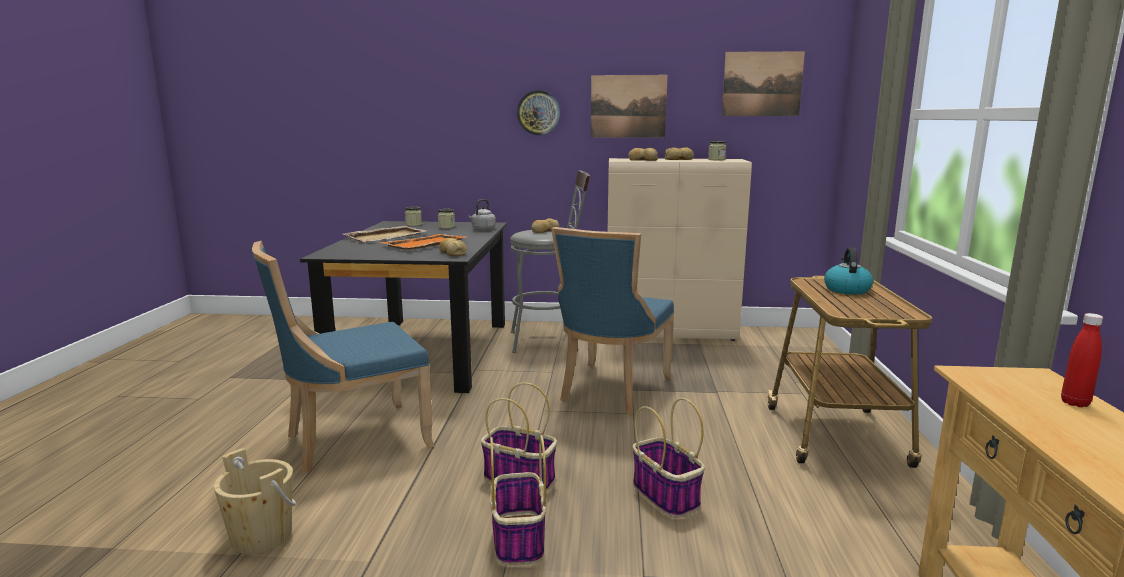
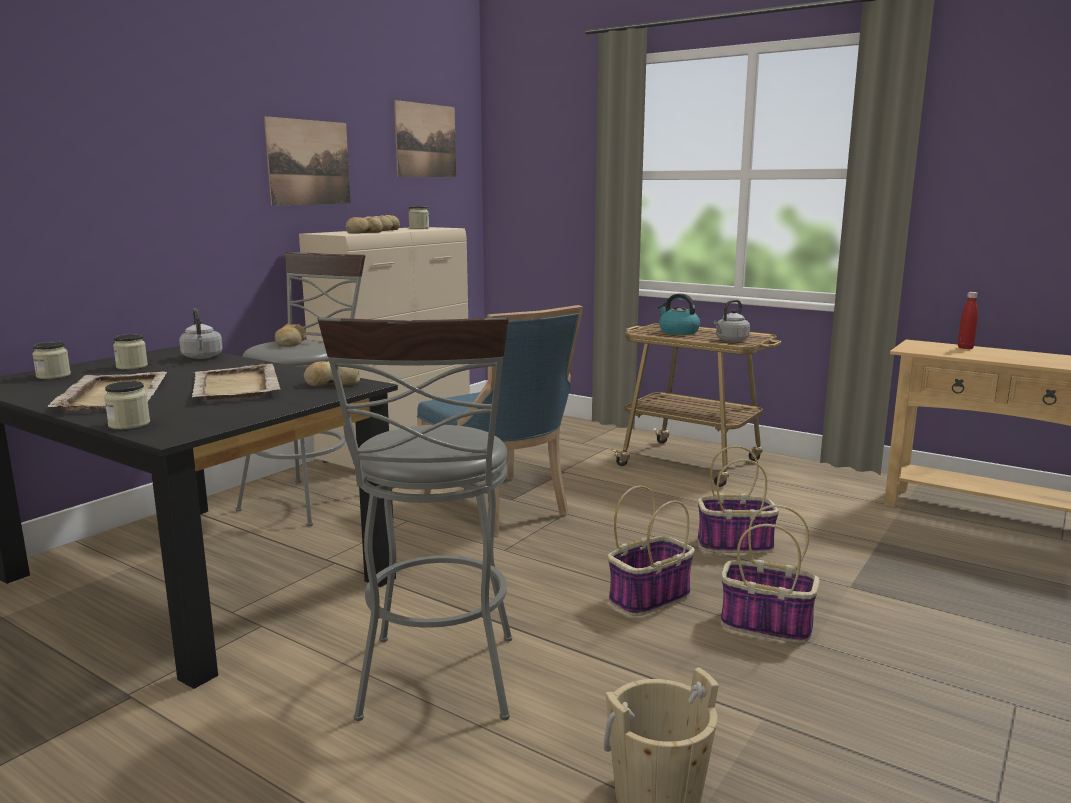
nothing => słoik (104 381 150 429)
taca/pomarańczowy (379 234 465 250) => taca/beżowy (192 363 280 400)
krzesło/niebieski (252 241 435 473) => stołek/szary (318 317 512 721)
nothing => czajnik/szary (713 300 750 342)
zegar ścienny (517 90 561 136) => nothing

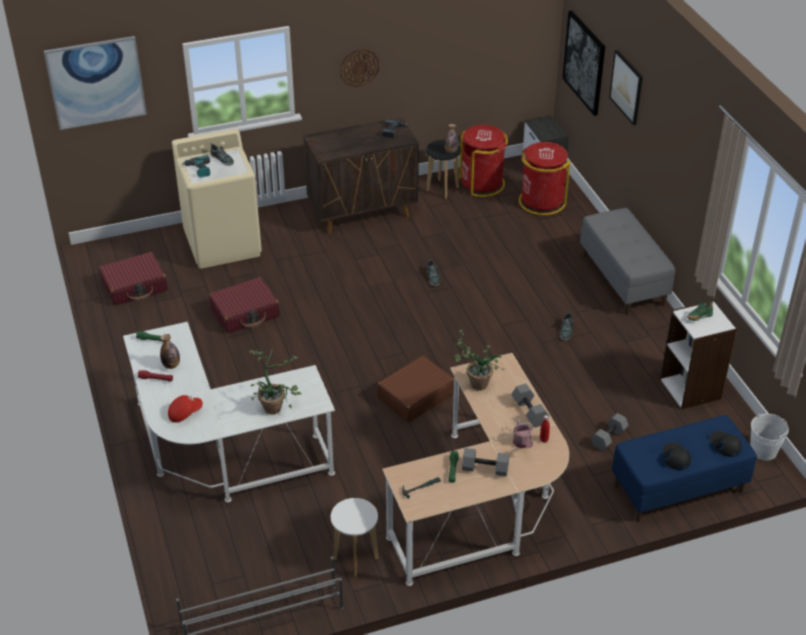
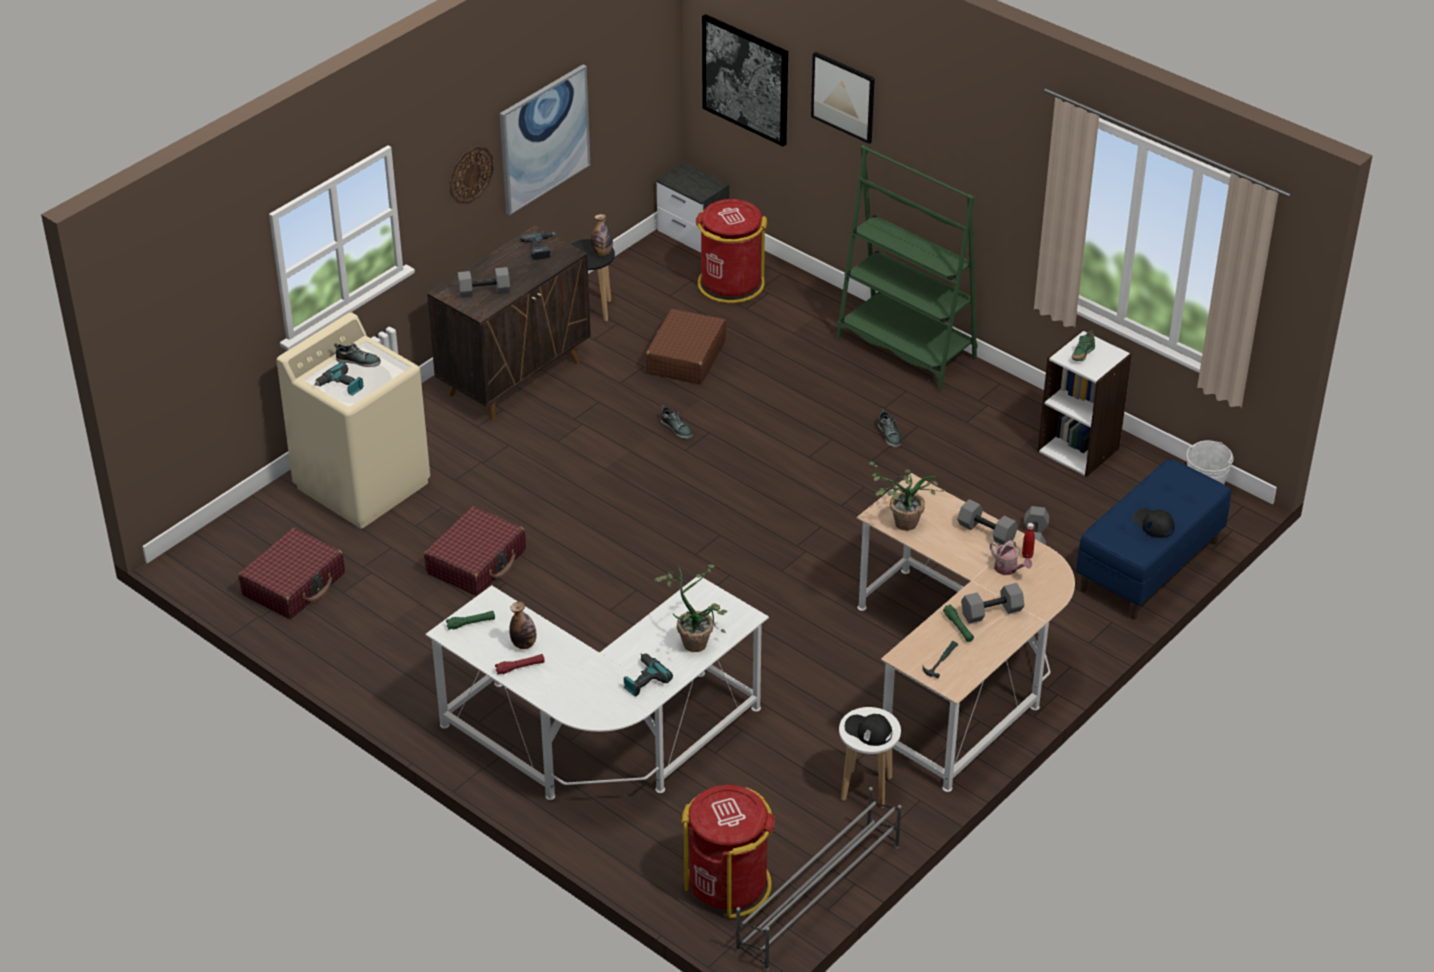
nothing => hantel/szary (458 267 510 298)
obraz (44 36 147 130) => obraz (500 65 590 215), move
nothing => wiertarka (624 653 673 697)
walizka/brązowy (377 356 454 422) => walizka/brązowy (646 309 726 384), move
kosz na śmieci/czerwony (459 125 508 197) => kosz na śmieci/czerwony (681 785 775 918), move
ławka/szary (580 208 675 315) => regał/zielony (836 145 977 391)
czapka z daszkiem/czarny (709 431 742 457) => czapka z daszkiem/czarny (845 714 892 746), move
czapka z daszkiem/czerwony (168 395 203 423) => nothing

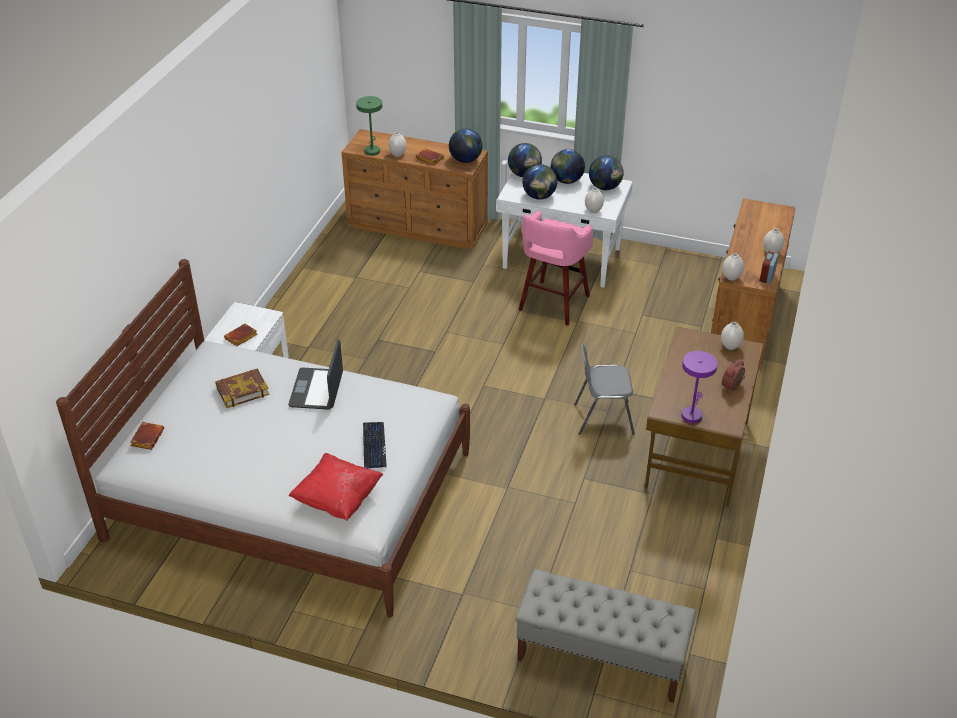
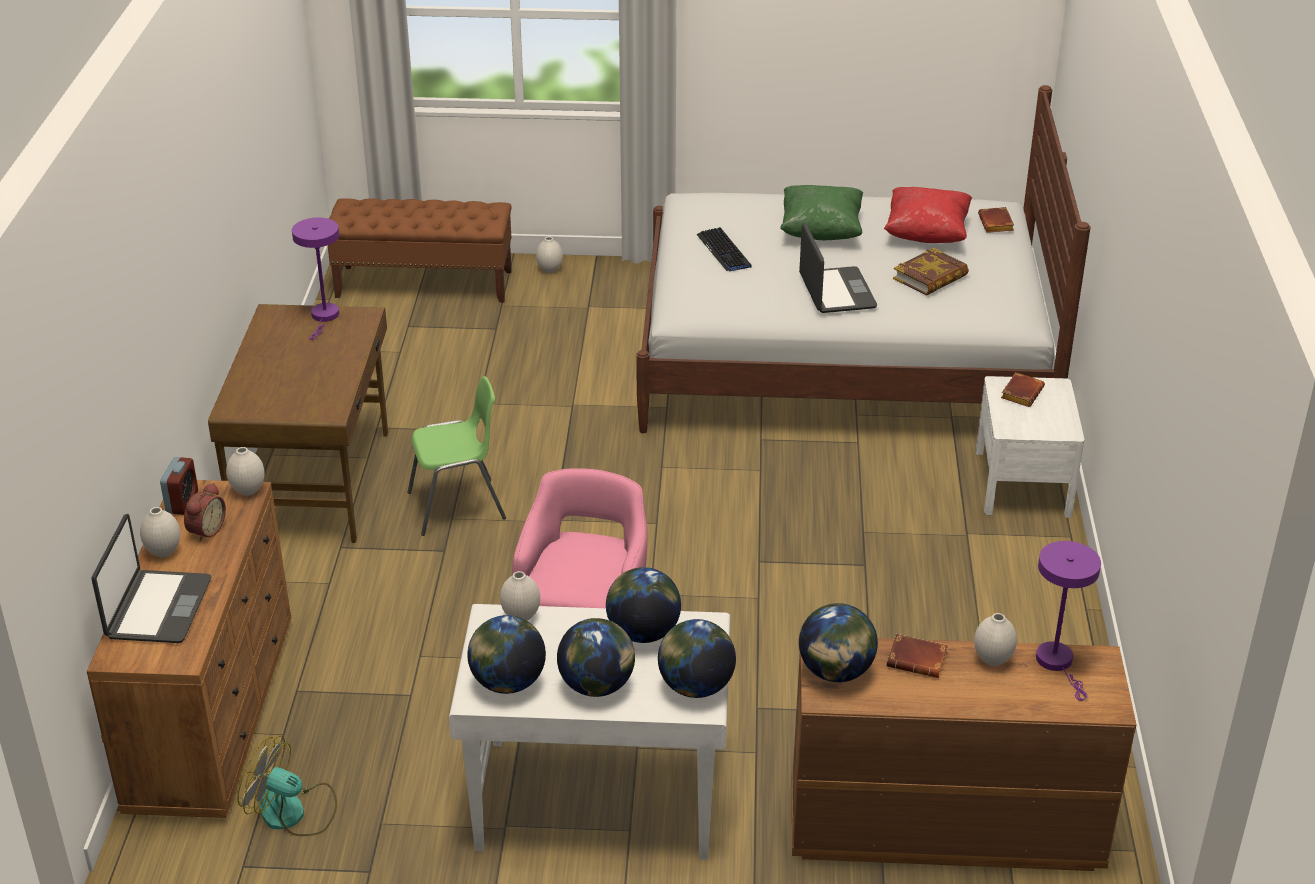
nothing => laptop (92 514 211 643)
budzik (722 359 745 391) => budzik (184 483 226 542), move
nothing => wentylator (237 735 337 836)
ławka/szary (516 569 696 703) => ławka/brązowy (328 198 512 303)
krzesło/szary (574 344 635 435) => krzesło/zielony (407 376 506 536)
wazon/biały (721 322 744 350) => wazon/biały (536 236 563 273), move
nothing => poduszka/zielony (780 185 863 240)
poduszka/czerwony (288 453 383 521) => poduszka/czerwony (884 187 972 243), move
lampa stołowa/zielony (356 96 382 156) => lampa stołowa/fioletowy (1036 541 1101 701)

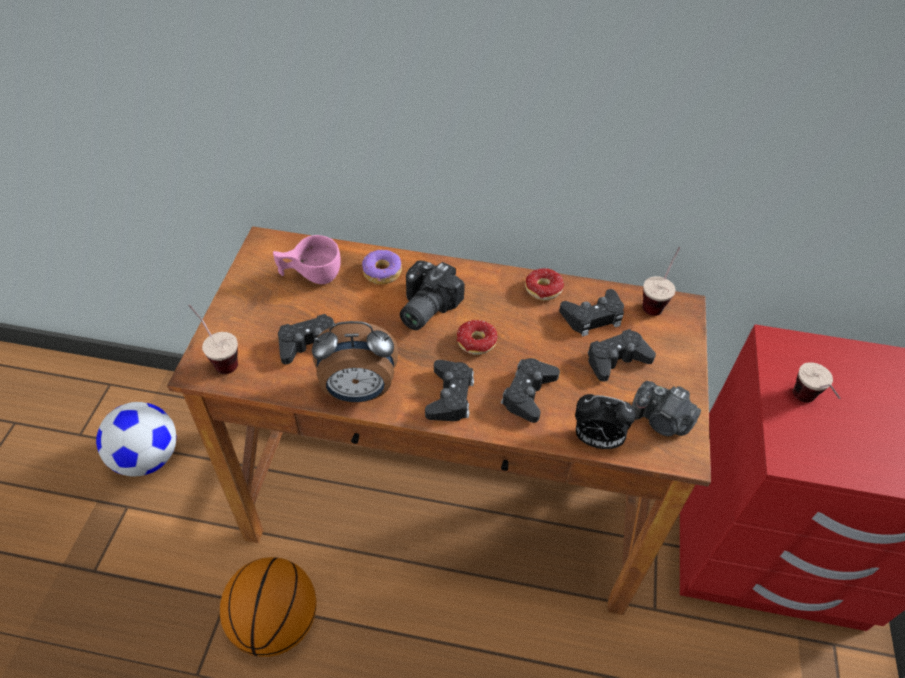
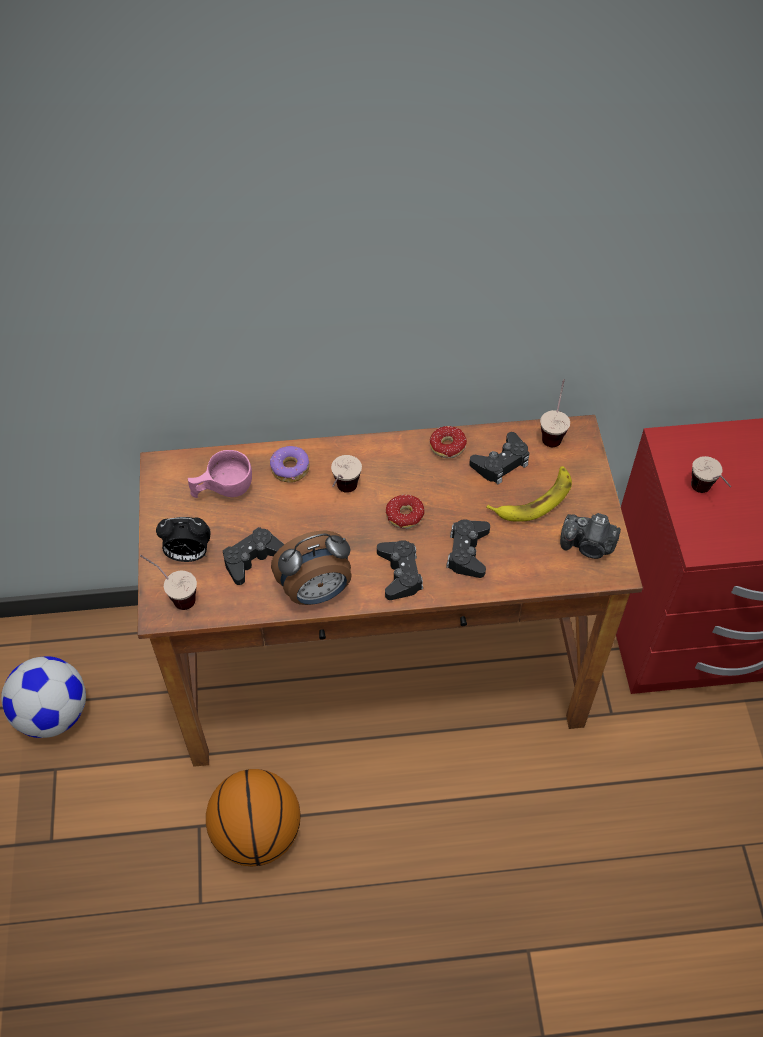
budzik (575 394 636 449) => budzik (156 517 211 562), move
aparat fotograficzny (400 260 465 330) => filiżanka (331 455 362 493)
pad do gier/czarny (588 329 656 382) => banan (486 466 572 522)

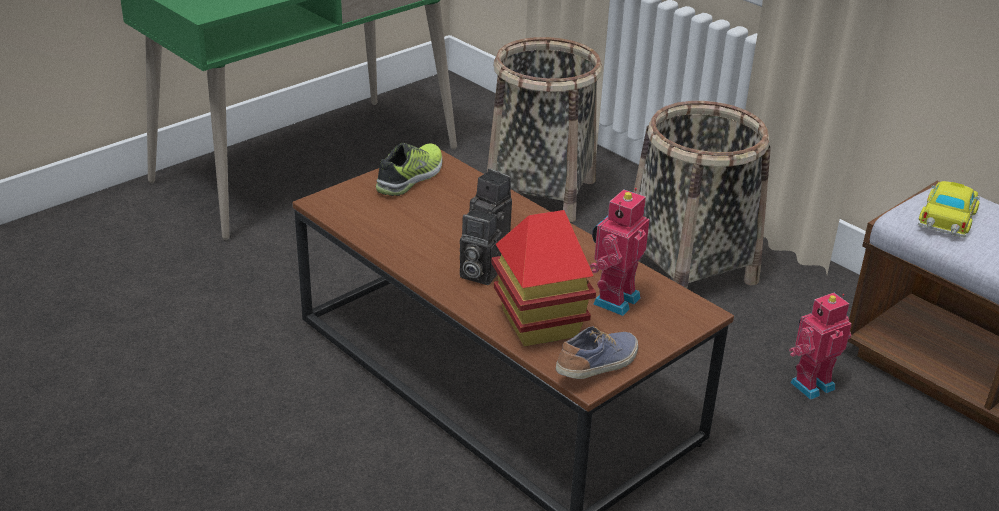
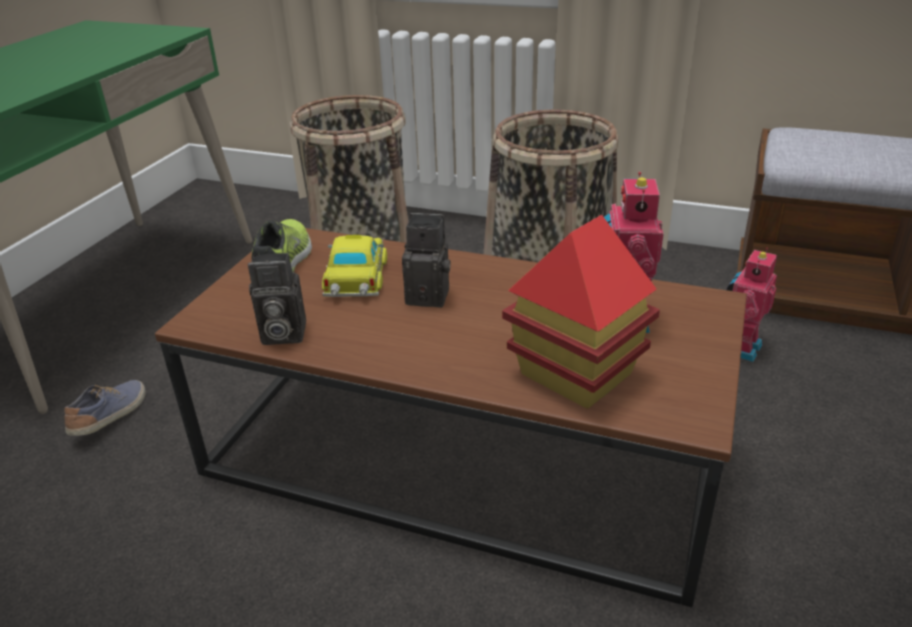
but (556 327 638 379) => but (64 380 146 436), move
aparat fotograficzny (460 209 502 285) => aparat fotograficzny (248 253 306 345), move
samochodzik (918 181 980 237) => samochodzik (322 235 387 297), move

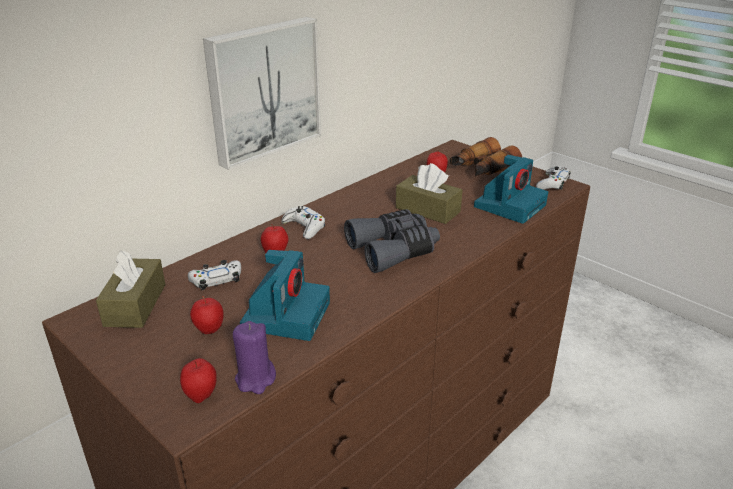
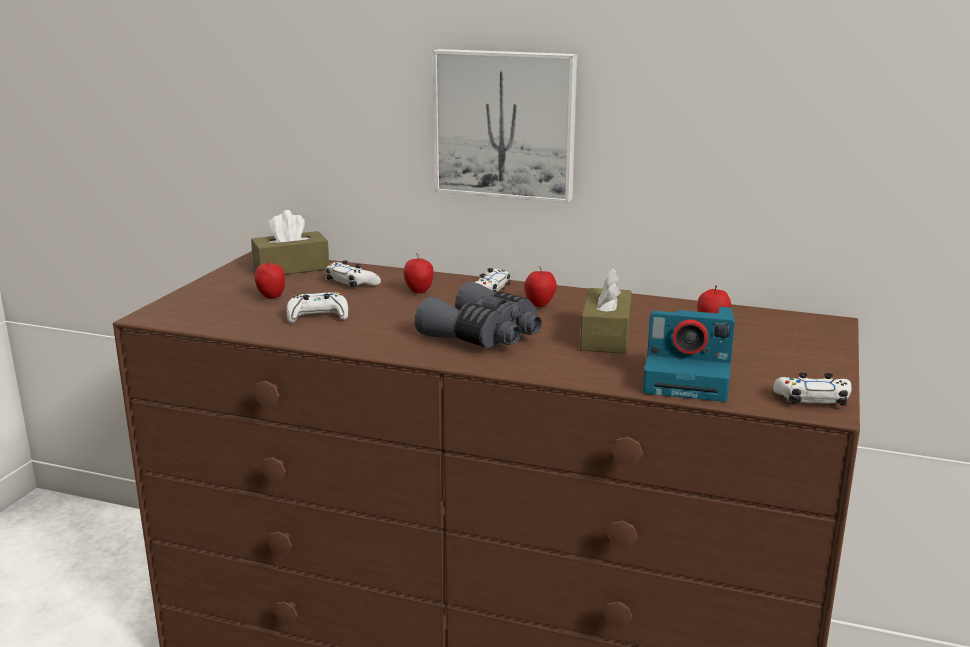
aparat fotograficzny (240 250 330 341) => pad do gier/biały (287 292 348 323)
jabłko (180 358 217 403) => jabłko (524 266 557 307), move
świeca/fioletowy (233 321 276 394) => nothing
lornetka (450 137 522 176) => nothing

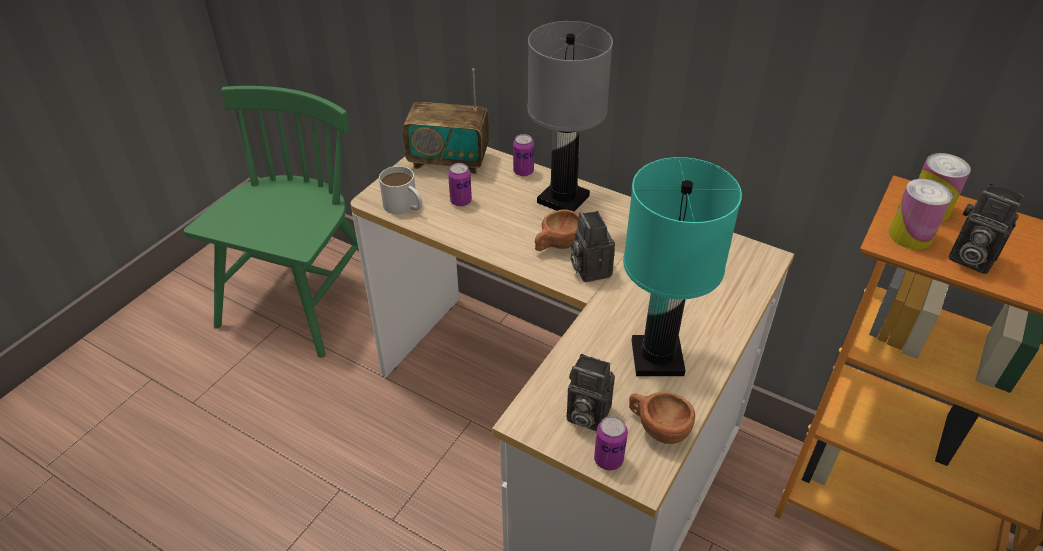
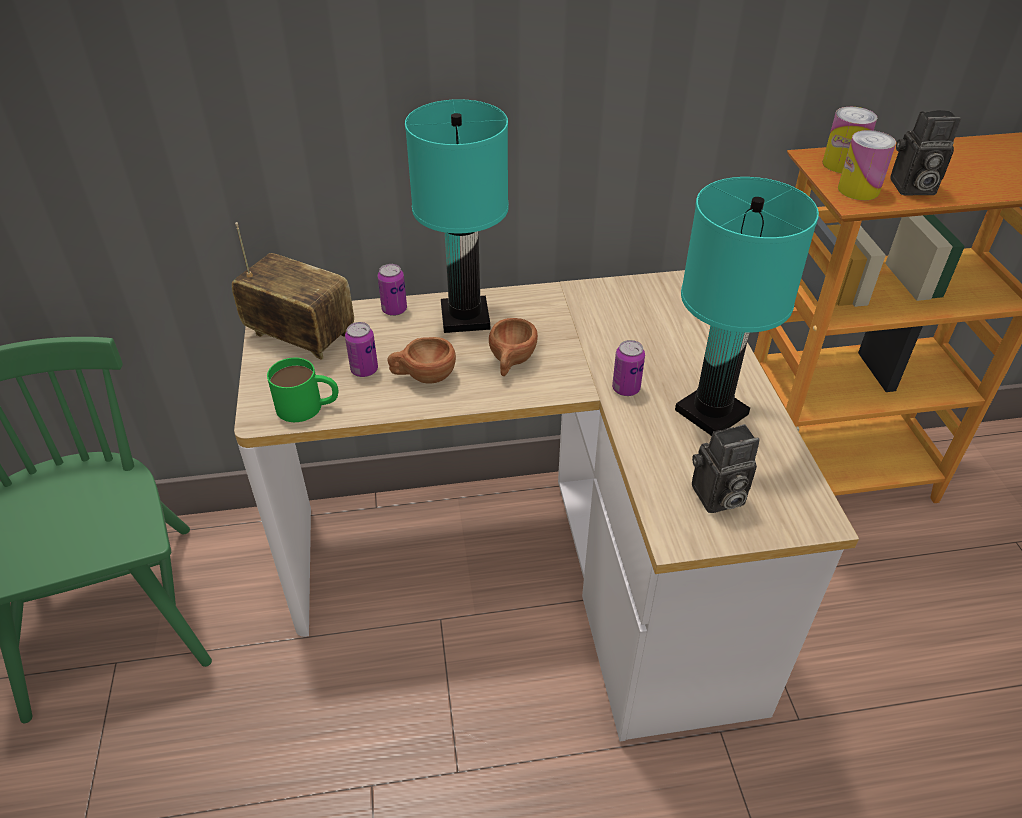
radio (402 68 489 174) => radio (232 222 354 360), 120 degrees counterclockwise
kubek/biały (379 166 422 214) => kubek/zielony (267 358 338 422)
filiżanka/brązowy (629 391 695 444) => filiżanka/brązowy (388 337 456 383), move
lampa stołowa/szary (527 21 613 212) => lampa stołowa/turkusowy (405 99 509 333)
puszka (594 416 628 470) => puszka (612 340 645 396), move
aparat fotograficzny (571 211 615 282) => nothing

